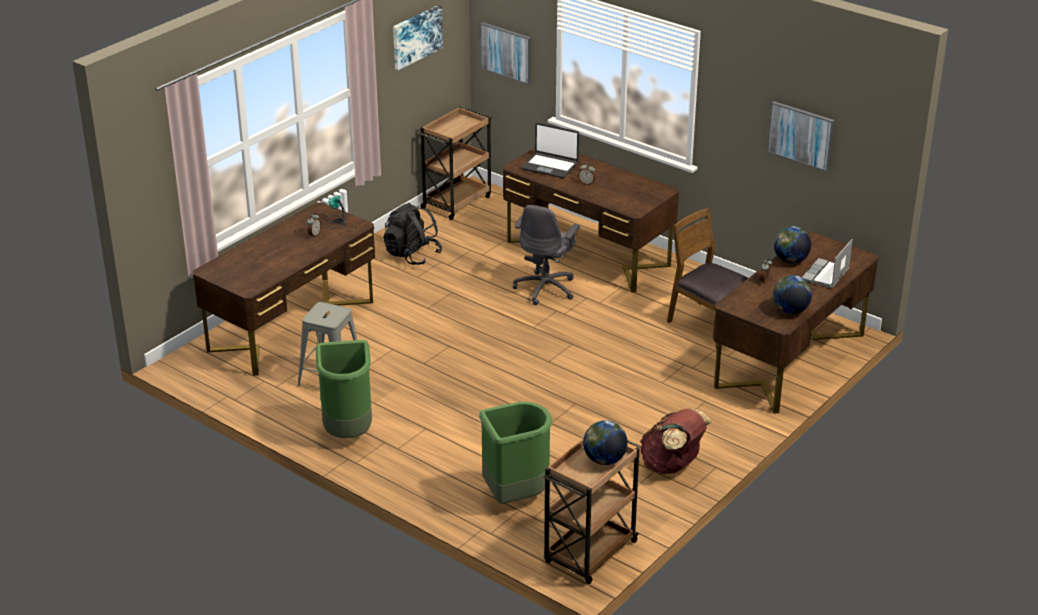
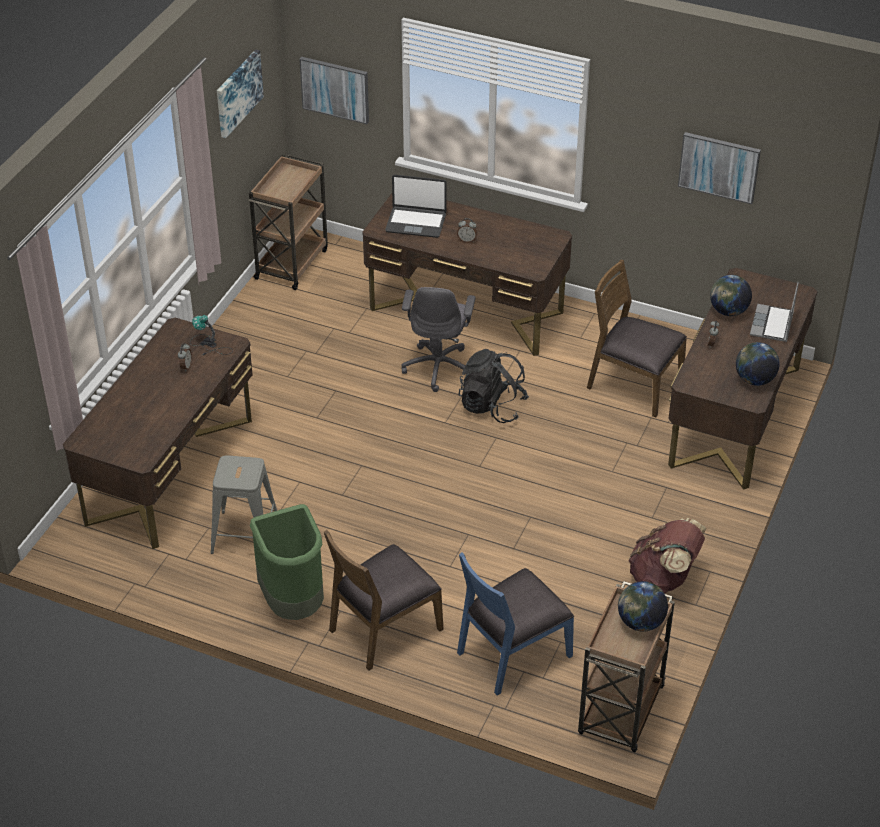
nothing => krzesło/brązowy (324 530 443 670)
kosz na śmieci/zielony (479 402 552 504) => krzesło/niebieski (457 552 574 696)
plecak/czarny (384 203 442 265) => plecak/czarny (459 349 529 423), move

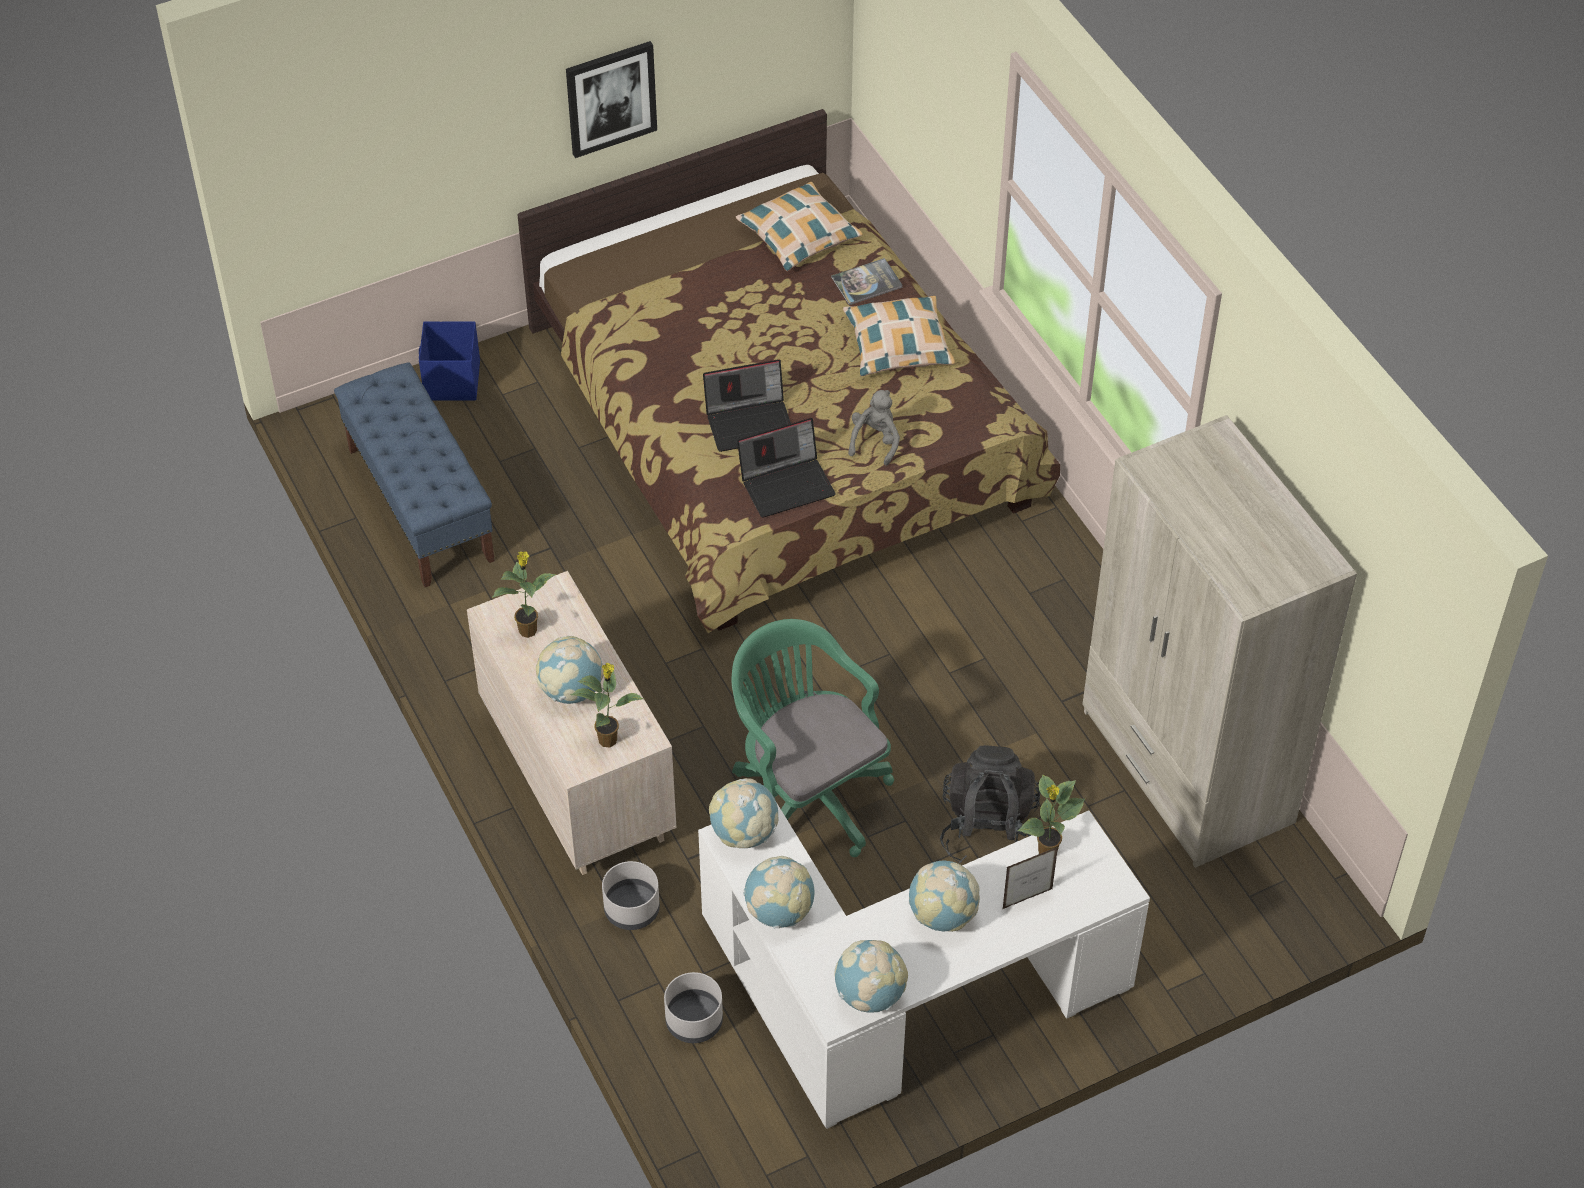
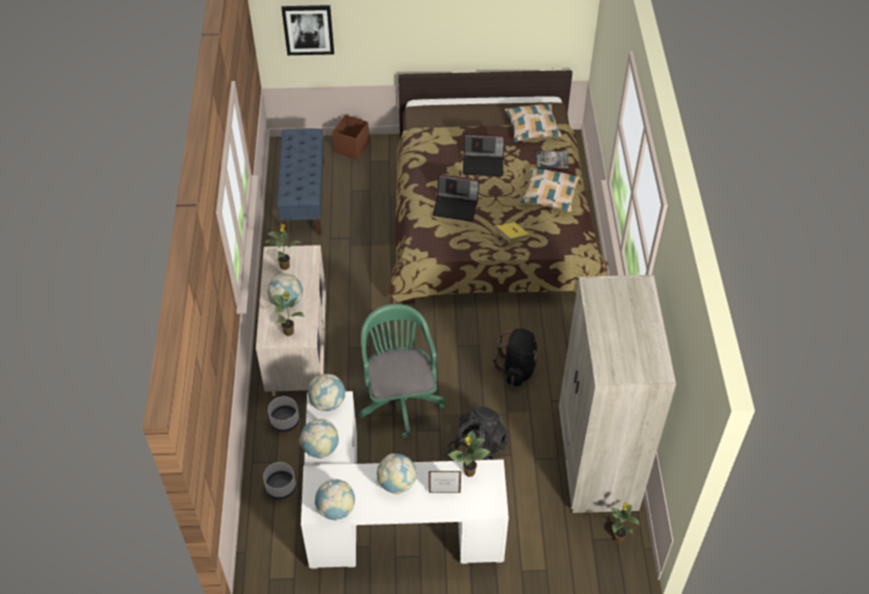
obraz (566 41 657 158) => obraz (282 5 334 55), move
pojemnik do przechowywania/niebieski (419 321 480 400) => pojemnik do przechowywania/brązowy (332 115 369 160)
laptop (737 418 836 518) => laptop (463 134 505 176), move
nothing => plecak/czarny (493 328 541 386)
pluszak/szary (848 390 900 466) => książka/żółty (495 222 529 242)
nothing => roślina doniczkowa (611 502 640 543)

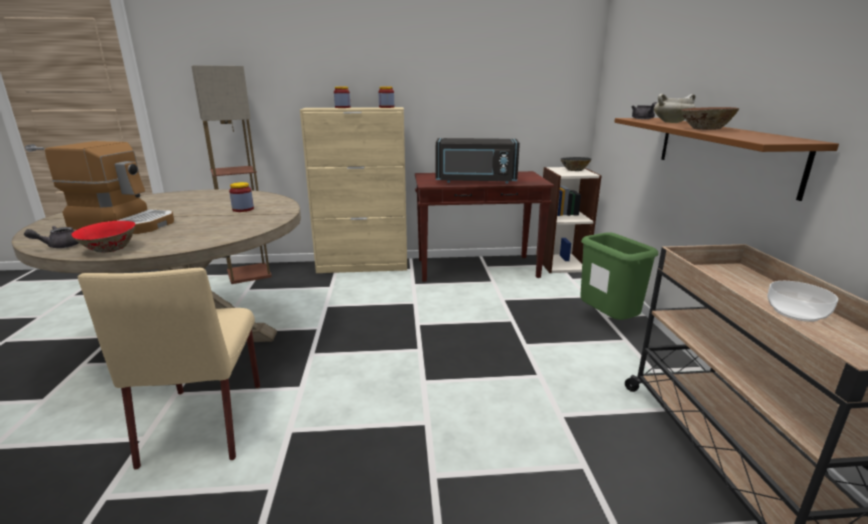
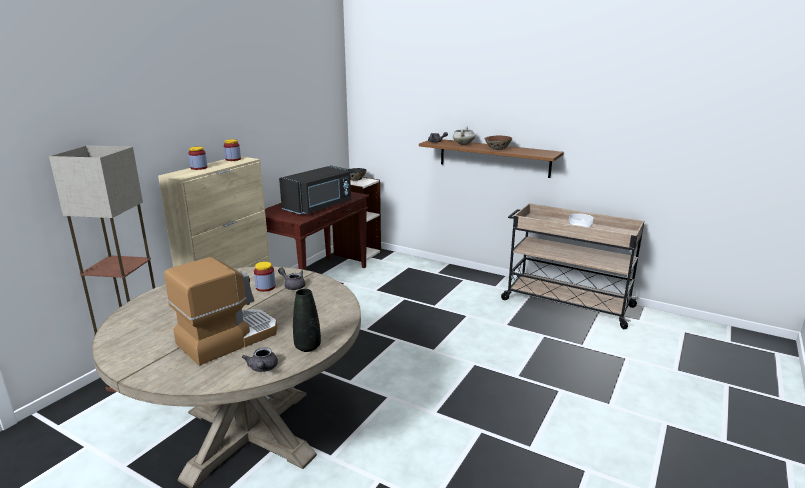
nothing => imbryk/szary (278 267 305 290)
miska/czerwony (71 221 135 253) => wazon/czarny (293 289 321 352)
krzesło/beżowy (77 268 260 470) => nothing
kosz na śmieci/zielony (580 232 658 320) => nothing

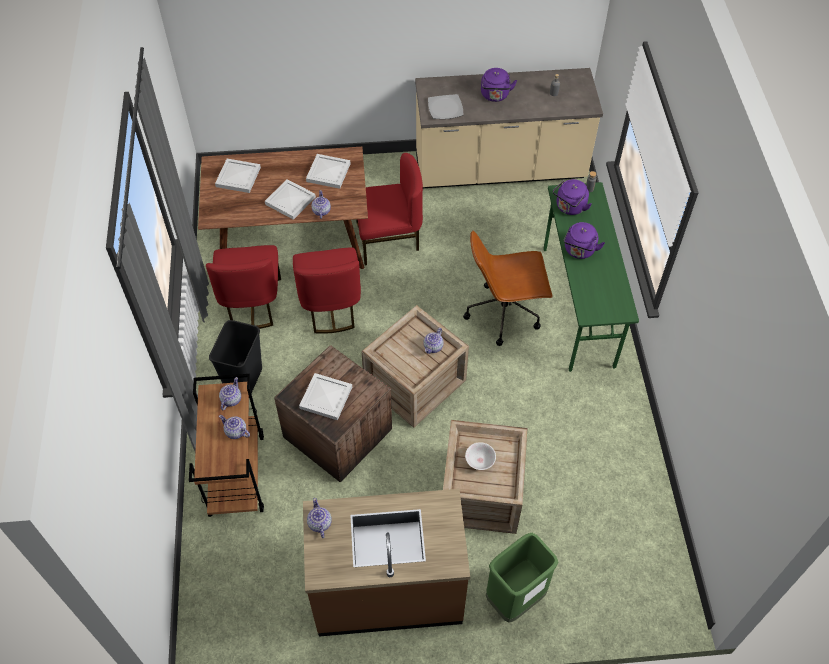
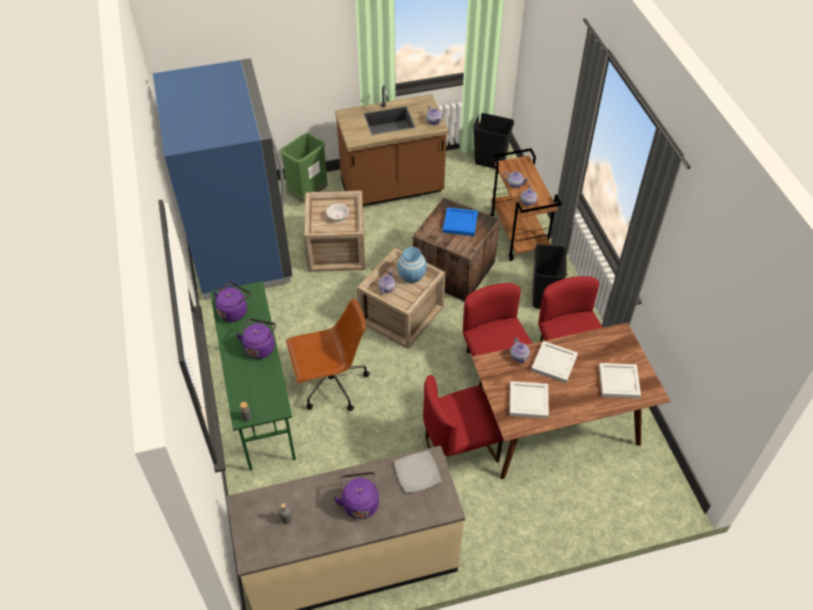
nothing => lodówka/niebieski (153 58 292 300)
czajnik/fioletowy (553 179 592 215) => czajnik/fioletowy (213 282 251 322), move
nothing => wazon/niebieski (397 247 427 283)
taca/biały (299 373 352 420) => taca/niebieski (443 207 478 236)
nothing => kosz na śmieci/czarny (473 113 514 169)

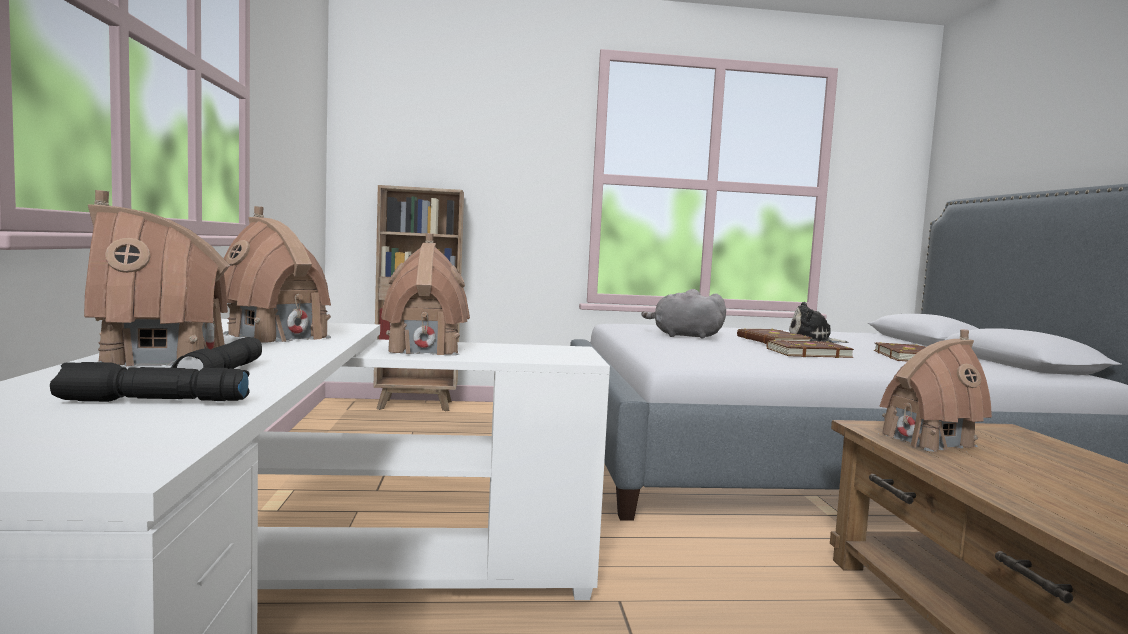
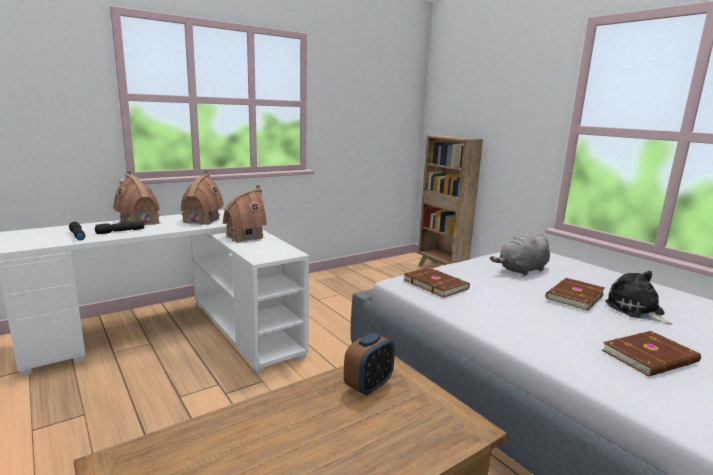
domek (879 330 992 452) => budzik (344 333 395 396)
książka/brązowy (766 340 854 358) => książka/brązowy (403 267 470 298), move
pluszak/szary (641 289 726 338) => pluszak/szary (490 233 550 276), 105 degrees counterclockwise

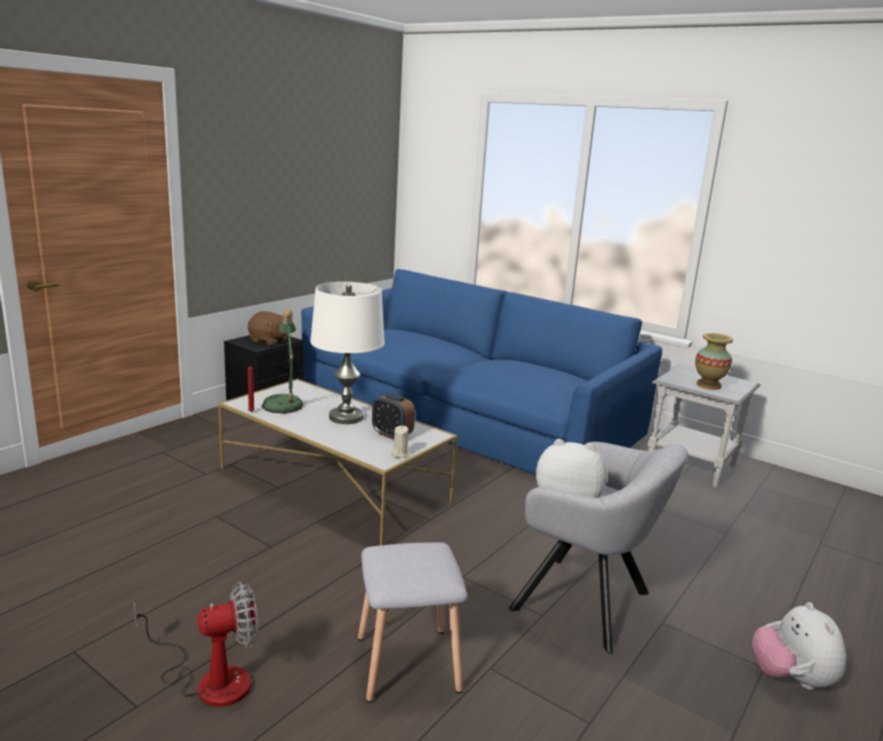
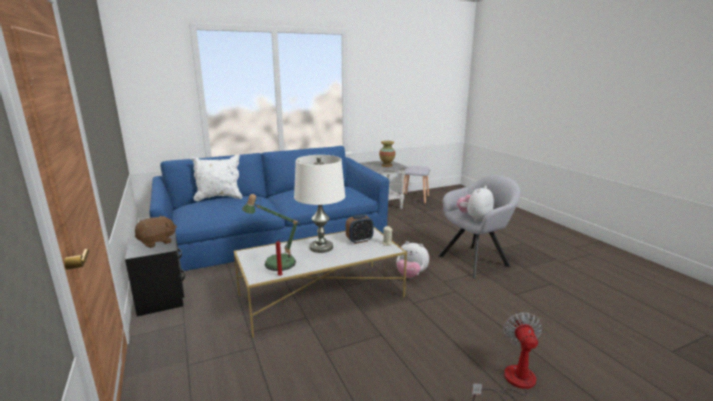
nothing => poduszka/biały (191 155 242 201)
pluszak (752 602 846 690) => pluszak (396 241 429 278), move
stołek/szary (358 542 467 702) => stołek/szary (403 166 430 204), move

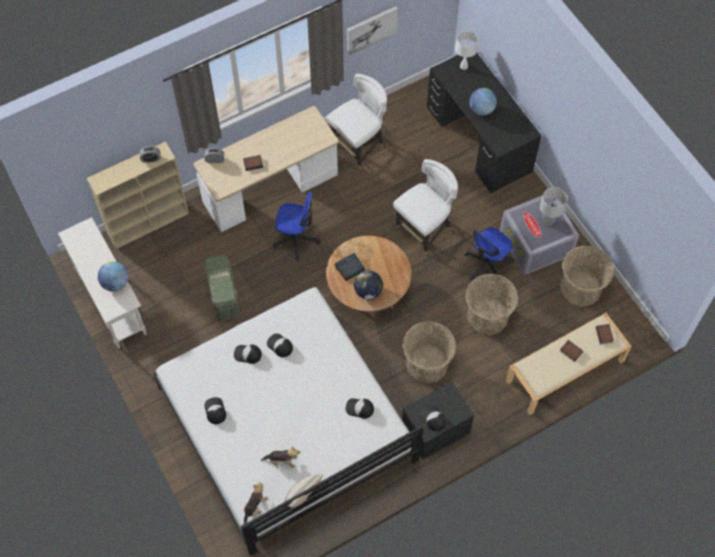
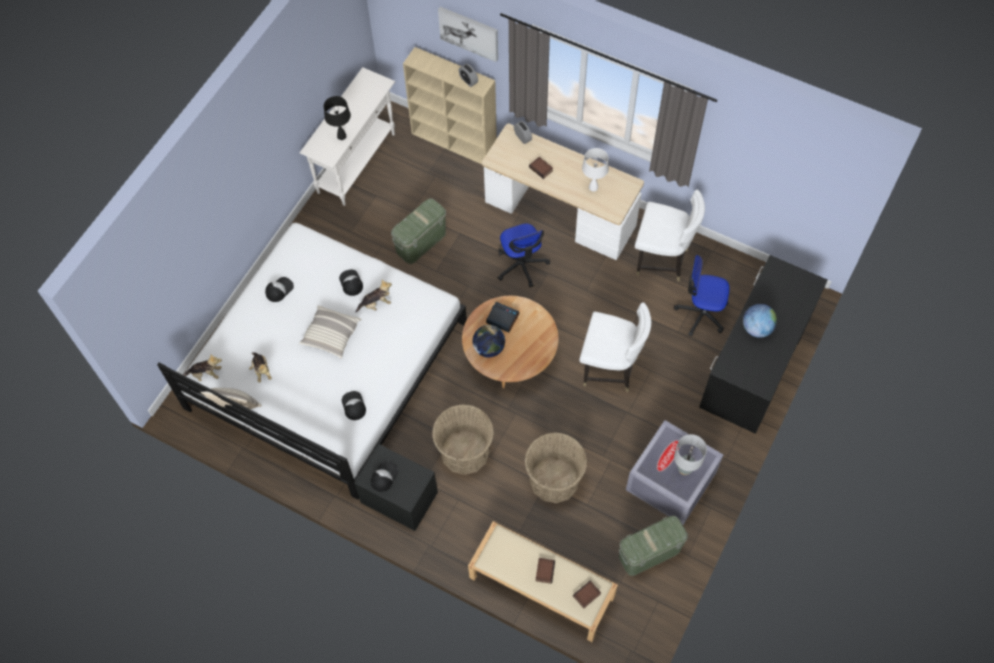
nothing => poduszka (299 305 361 358)
globus (98 262 128 292) => lampa stołowa/czarny (324 96 351 140)
czapka z daszkiem (267 334 293 357) => pluszak (356 280 392 312)
obraz (347 6 398 56) => obraz (438 7 498 62), move
lampa stołowa/biały (455 31 478 70) => lampa stołowa/biały (582 148 609 192), move
koszyk (560 246 614 307) => pojemnik do przechowywania/zielony (618 516 688 576)
krzesło biurowe (464 228 513 282) => krzesło biurowe (674 255 729 337), move

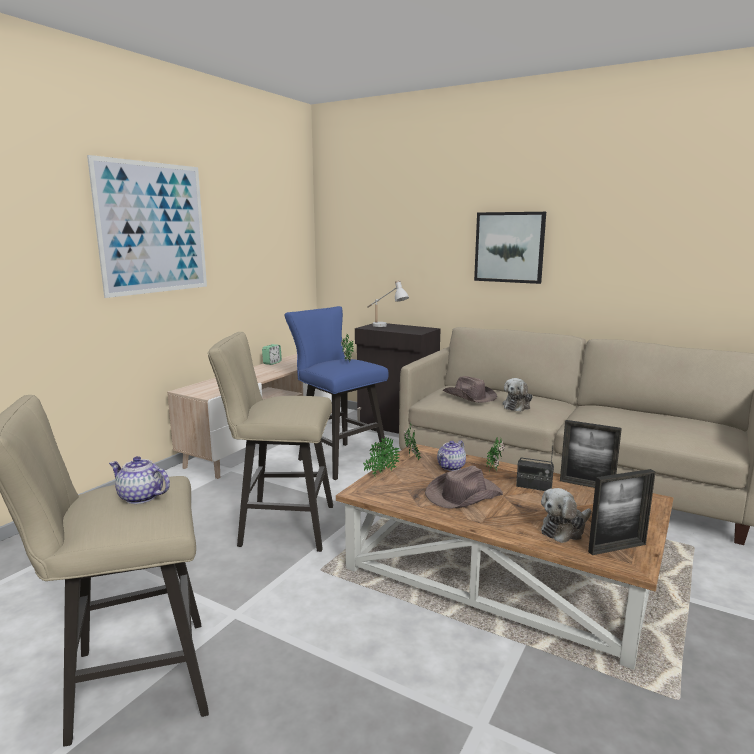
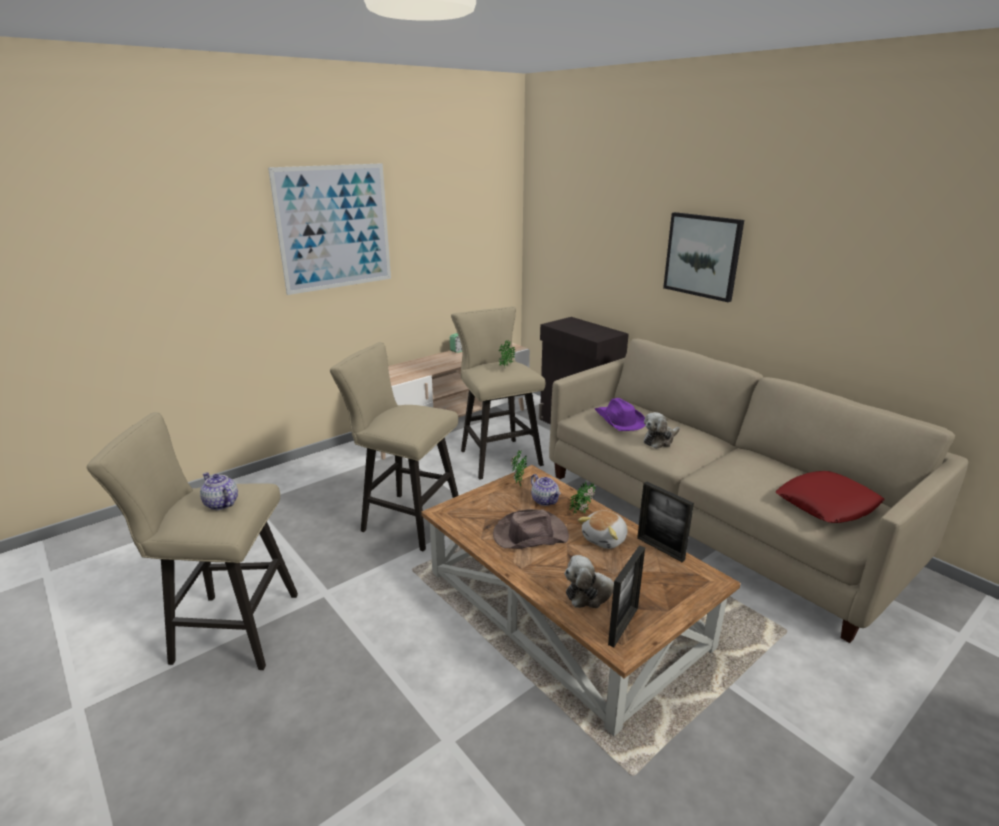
stołek/niebieski (285 306 389 480) => stołek/beżowy (451 306 545 480)
imbryk (437 440 466 471) => imbryk (531 474 561 506), 90 degrees counterclockwise
radio (516 447 554 491) => pluszak (578 510 628 549)
kapelusz/brązowy (443 376 497 403) => kapelusz/fioletowy (595 398 646 431)
ramka na zdjęcie (588 469 656 555) => ramka na zdjęcie (608 545 645 647), 60 degrees counterclockwise
nothing => poduszka/czerwony (776 471 884 523)
roślina doniczkowa (363 437 400 477) => nothing
lampa stołowa/biały (367 280 409 327) => nothing

